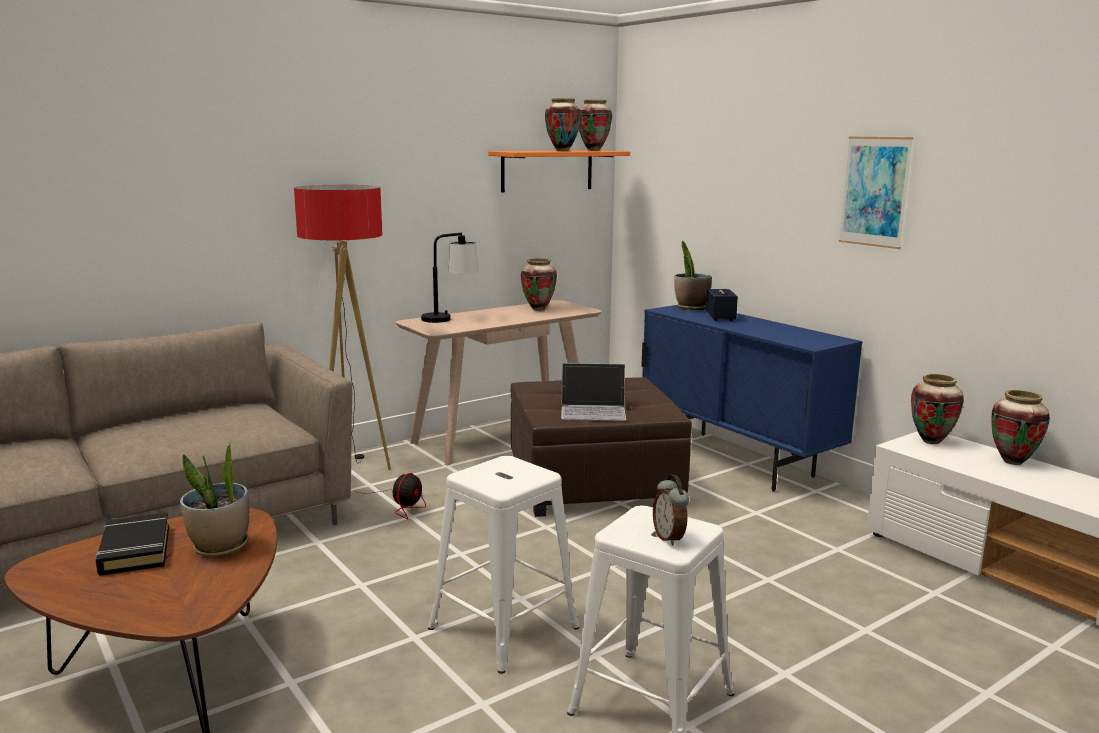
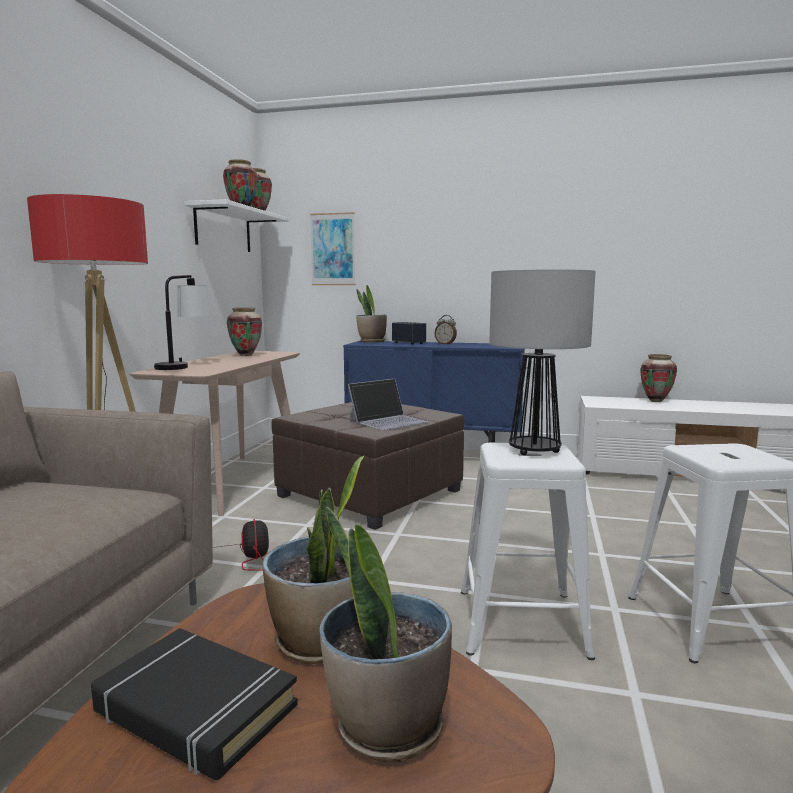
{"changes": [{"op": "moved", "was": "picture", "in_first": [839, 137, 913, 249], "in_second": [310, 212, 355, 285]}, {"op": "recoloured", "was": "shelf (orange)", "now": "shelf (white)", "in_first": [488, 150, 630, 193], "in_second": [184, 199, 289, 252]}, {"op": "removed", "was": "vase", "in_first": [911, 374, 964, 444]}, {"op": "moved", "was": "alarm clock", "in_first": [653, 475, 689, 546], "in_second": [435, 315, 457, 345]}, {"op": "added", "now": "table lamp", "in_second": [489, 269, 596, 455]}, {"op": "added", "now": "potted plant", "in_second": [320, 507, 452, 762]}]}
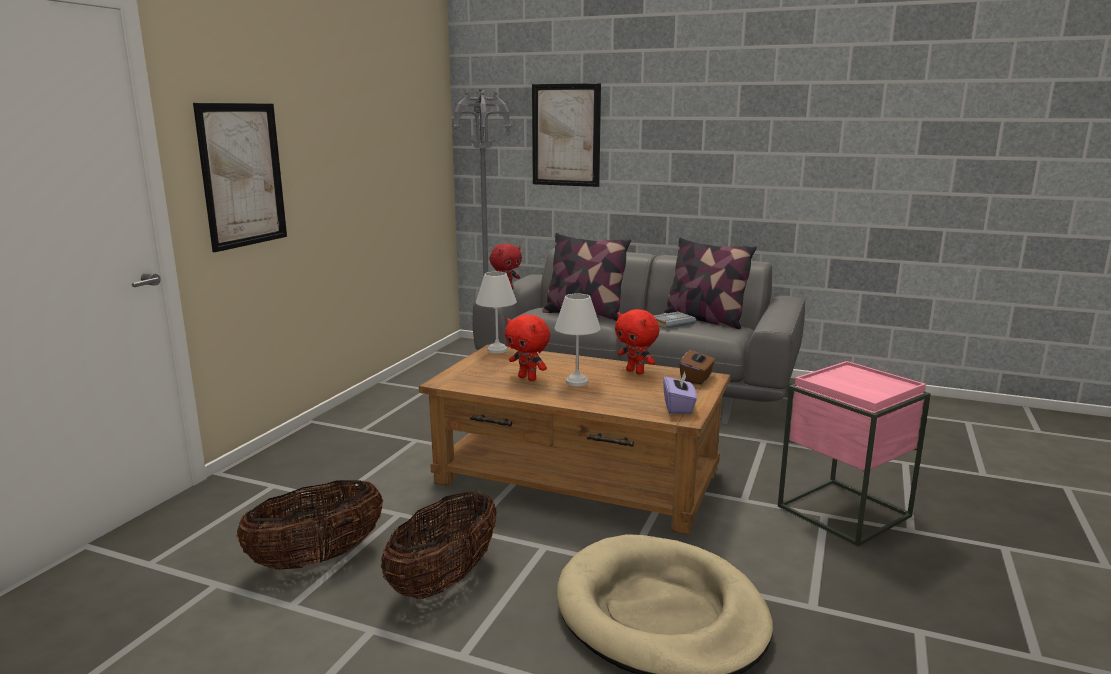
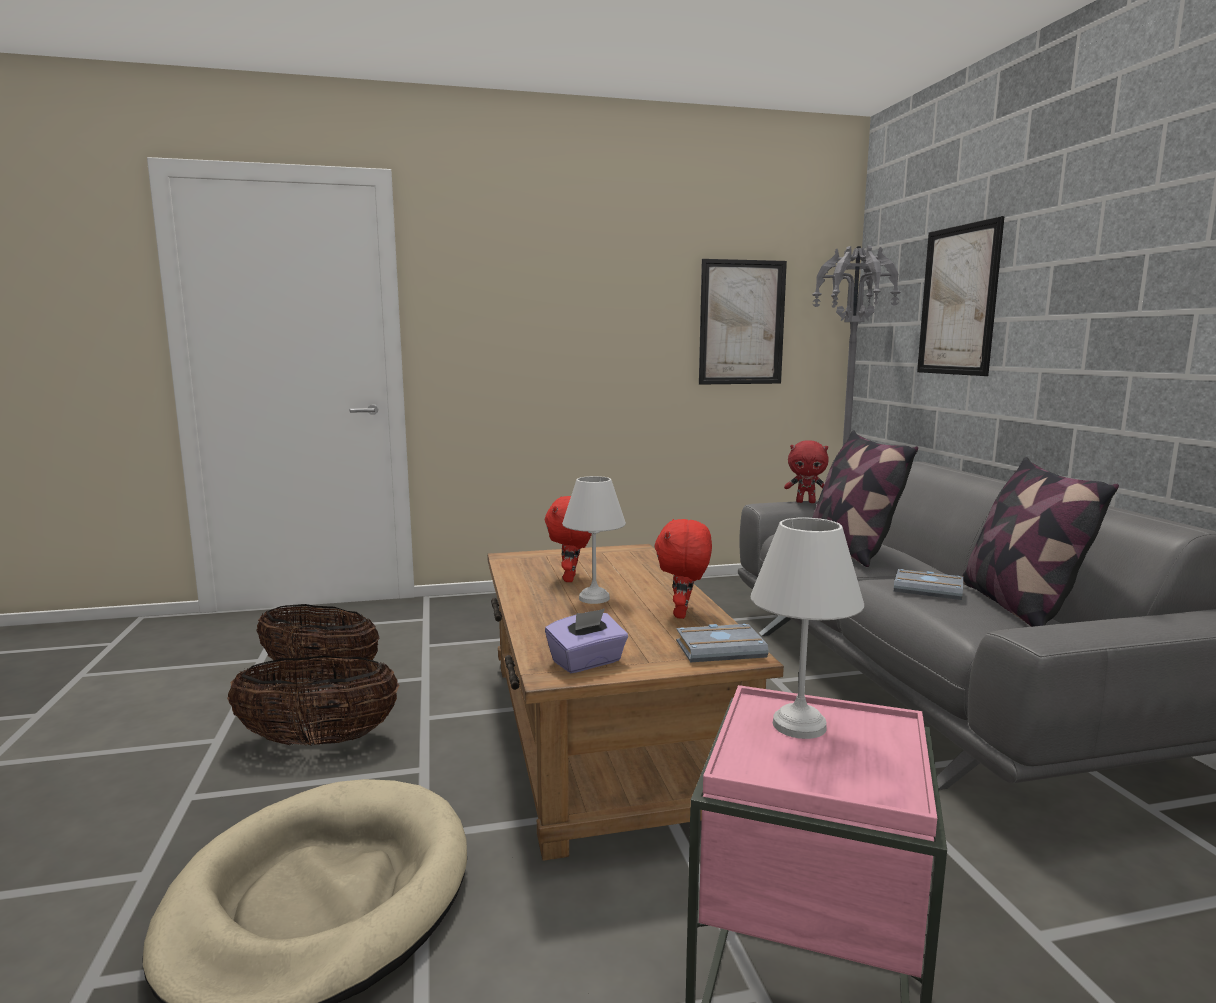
{"changes": [{"op": "moved", "was": "picture", "in_first": [193, 103, 287, 252], "in_second": [699, 259, 787, 385]}, {"op": "moved", "was": "table lamp (white)", "in_first": [476, 272, 517, 353], "in_second": [751, 518, 864, 739]}, {"op": "replaced", "was": "tissue box (brown)", "now": "book (grey)", "in_first": [679, 346, 715, 384], "in_second": [676, 624, 769, 662]}]}
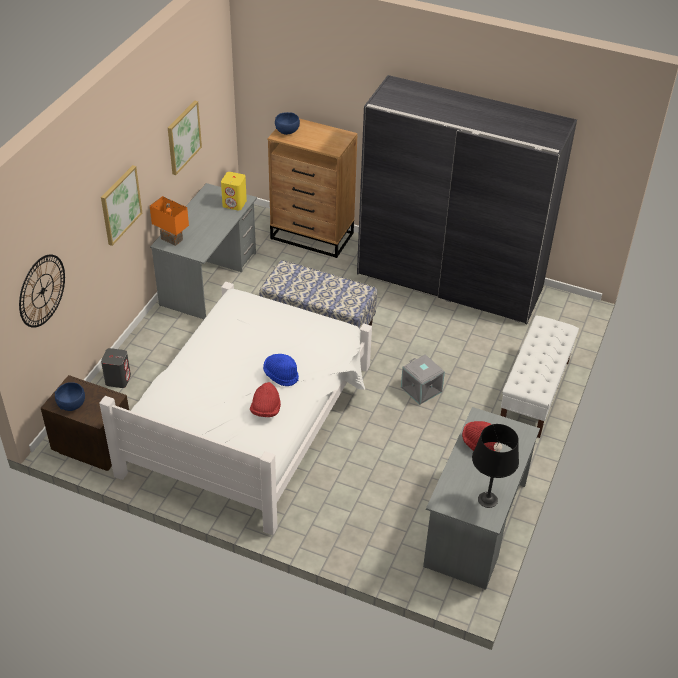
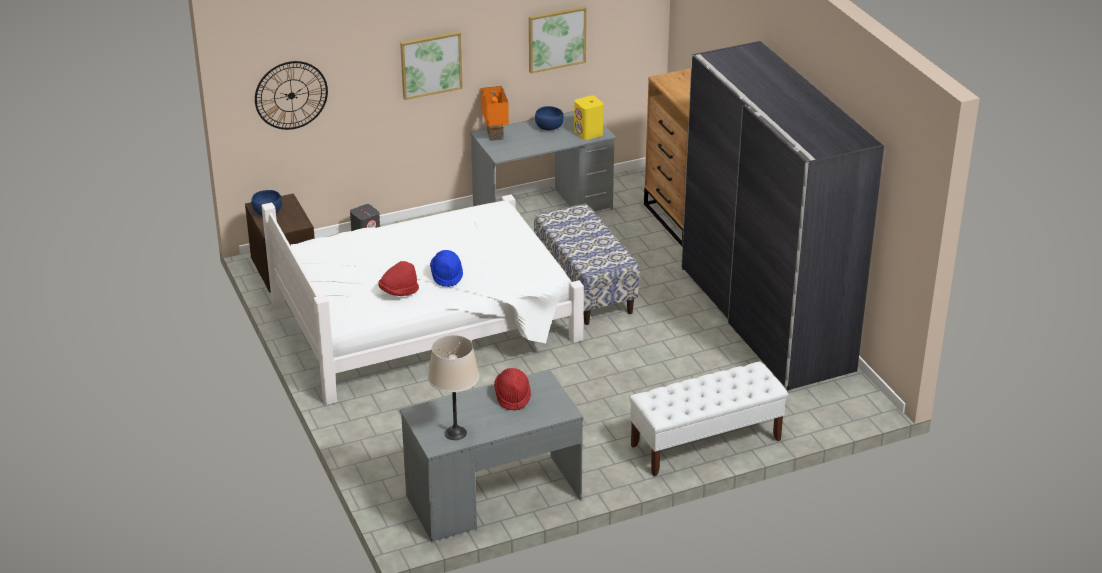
{"changes": [{"op": "moved", "was": "bowl (blue)", "in_first": [275, 112, 300, 135], "in_second": [535, 106, 564, 131]}, {"op": "removed", "was": "storage box (grey)", "in_first": [401, 354, 445, 405]}, {"op": "recoloured", "was": "table lamp (black)", "now": "table lamp (beige)", "in_first": [472, 424, 519, 508], "in_second": [428, 335, 479, 440]}]}
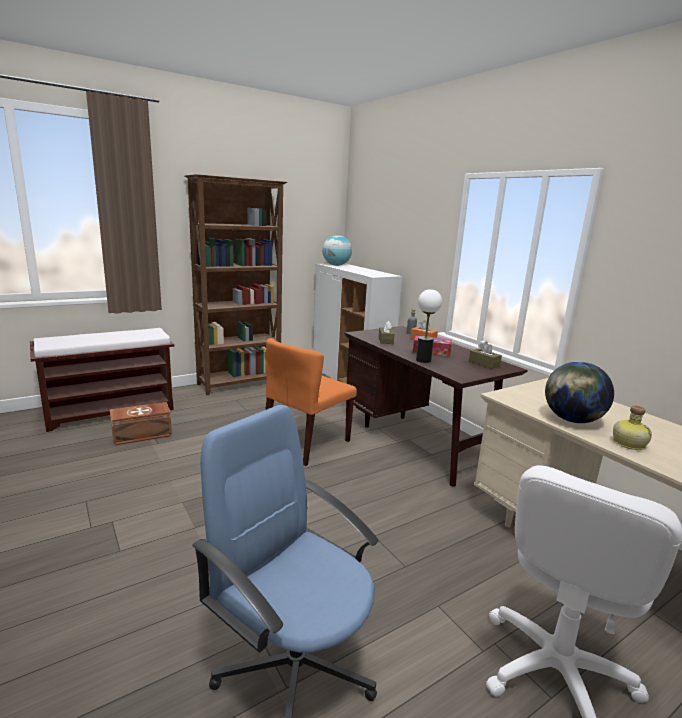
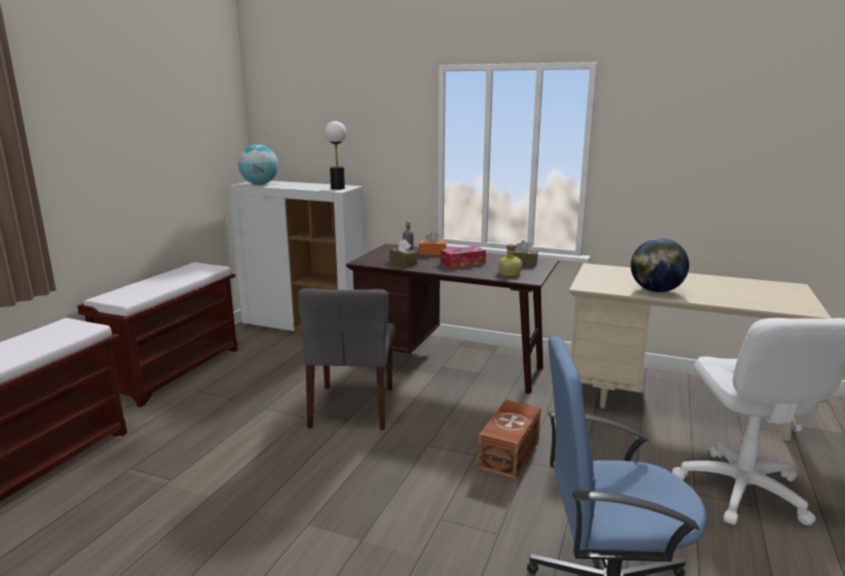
{"changes": [{"op": "replaced", "was": "bookcase (brown)", "now": "bench (brown)", "in_first": [184, 174, 287, 395], "in_second": [78, 262, 238, 407]}, {"op": "moved", "was": "table lamp", "in_first": [416, 289, 442, 363], "in_second": [325, 121, 346, 190]}, {"op": "recoloured", "was": "chair (orange)", "now": "chair (grey)", "in_first": [265, 338, 357, 466], "in_second": [298, 288, 395, 430]}, {"op": "moved", "was": "storage box (brown)", "in_first": [110, 402, 172, 446], "in_second": [478, 400, 541, 480]}, {"op": "moved", "was": "bottle", "in_first": [613, 405, 652, 450], "in_second": [498, 244, 523, 276]}]}
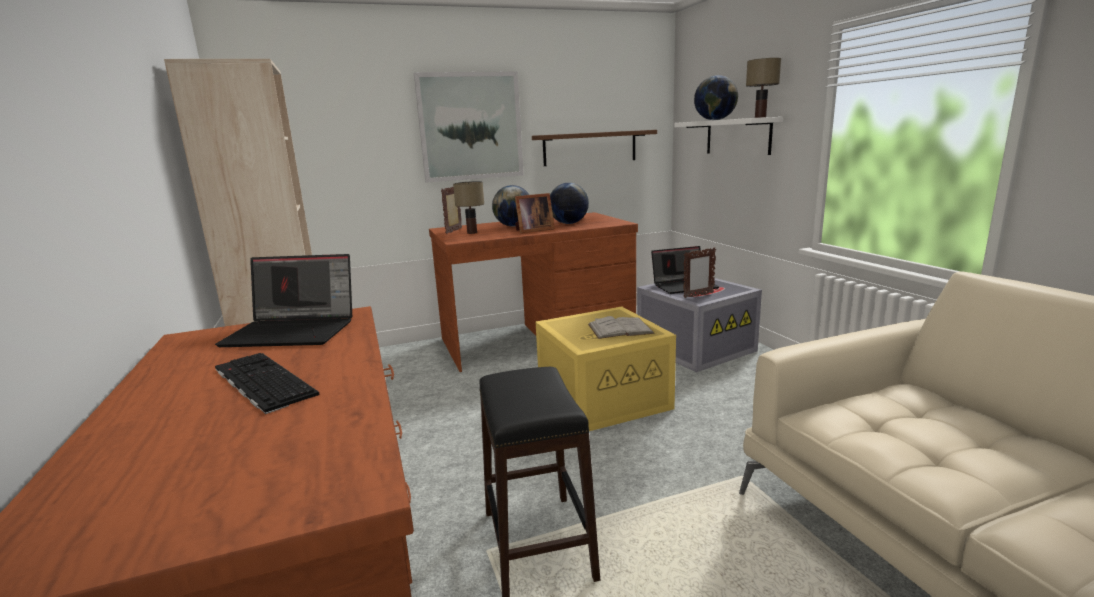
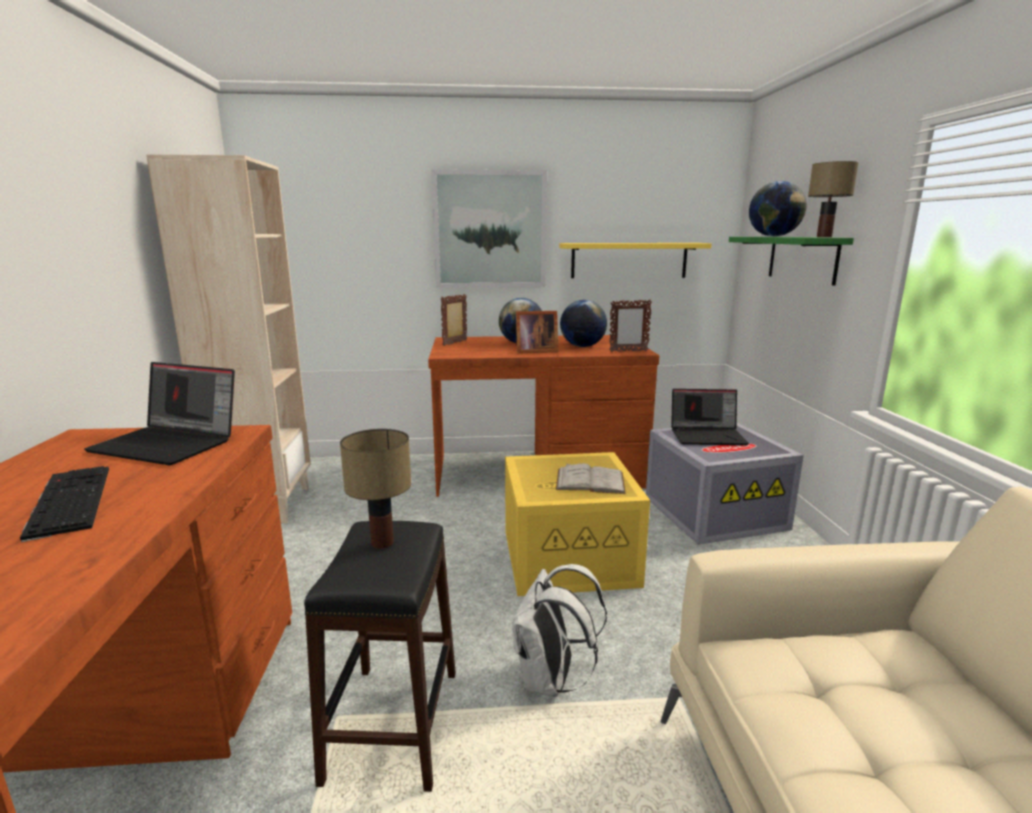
{"changes": [{"op": "recoloured", "was": "shelf (white)", "now": "shelf (green)", "in_first": [674, 117, 783, 155], "in_second": [729, 237, 854, 286]}, {"op": "recoloured", "was": "shelf (brown)", "now": "shelf (yellow)", "in_first": [532, 130, 657, 166], "in_second": [559, 243, 712, 278]}, {"op": "moved", "was": "table lamp", "in_first": [453, 181, 484, 234], "in_second": [340, 429, 411, 549]}, {"op": "moved", "was": "picture frame", "in_first": [683, 247, 716, 298], "in_second": [609, 300, 652, 352]}, {"op": "added", "now": "backpack (white)", "in_second": [512, 564, 607, 697]}]}
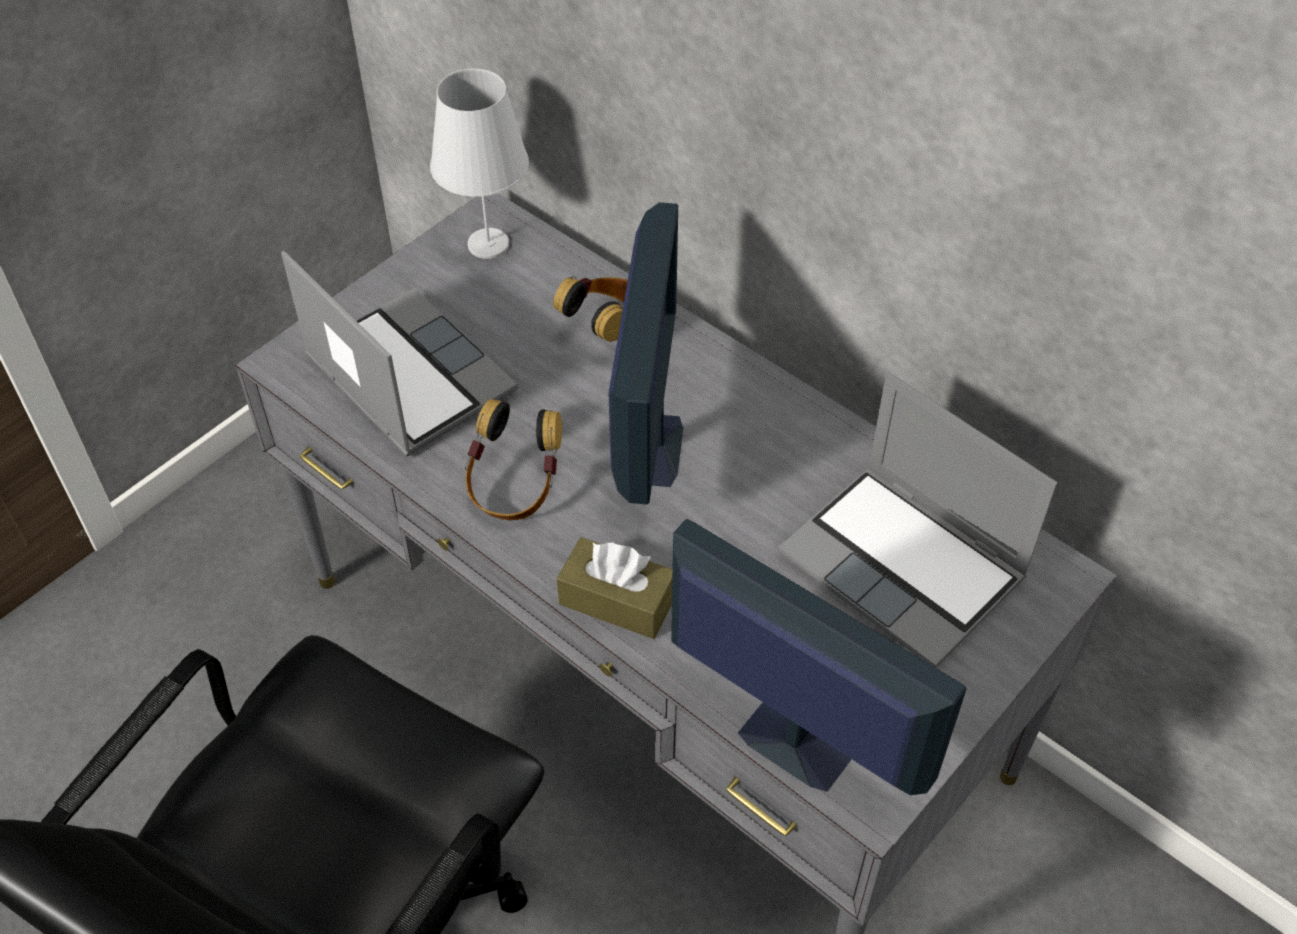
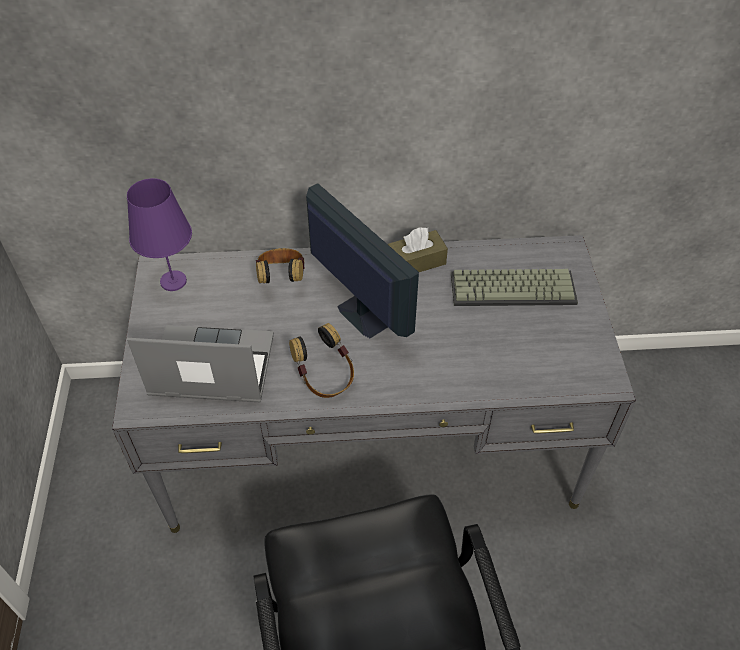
{"changes": [{"op": "recoloured", "was": "table lamp (white)", "now": "table lamp (purple)", "in_first": [430, 69, 529, 259], "in_second": [127, 178, 192, 291]}, {"op": "replaced", "was": "laptop", "now": "keyboard", "in_first": [778, 372, 1057, 668], "in_second": [451, 269, 578, 306]}, {"op": "removed", "was": "monitor", "in_first": [671, 519, 967, 795]}, {"op": "moved", "was": "tissue box (brown)", "in_first": [557, 537, 672, 639], "in_second": [388, 227, 448, 272]}]}
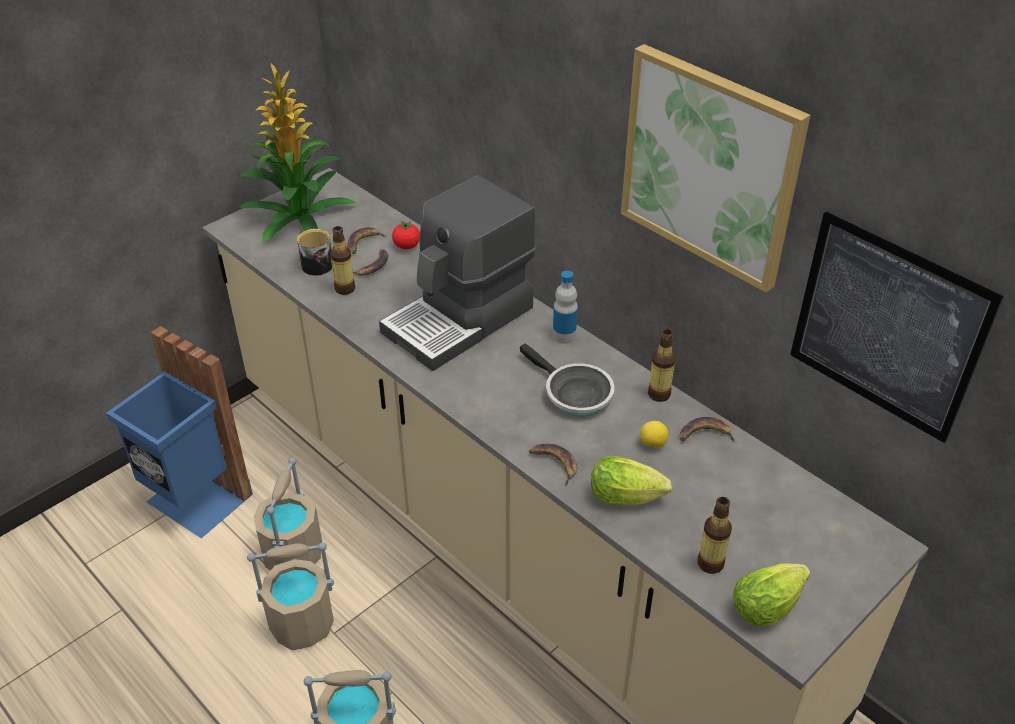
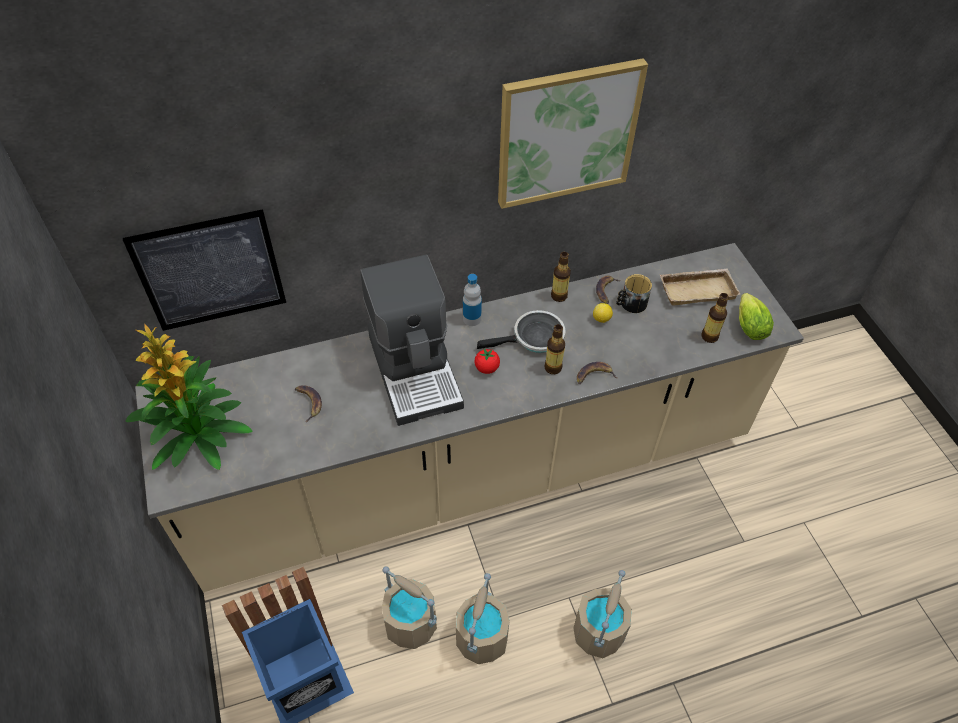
{"changes": [{"op": "moved", "was": "picture", "in_first": [790, 212, 1004, 443], "in_second": [123, 209, 286, 331]}, {"op": "moved", "was": "tomato", "in_first": [392, 220, 420, 249], "in_second": [474, 349, 500, 374]}, {"op": "moved", "was": "bottle", "in_first": [330, 226, 355, 295], "in_second": [544, 324, 565, 374]}, {"op": "removed", "was": "banana", "in_first": [347, 227, 386, 254]}, {"op": "moved", "was": "mug", "in_first": [297, 229, 332, 276], "in_second": [616, 274, 652, 313]}, {"op": "removed", "was": "lettuce", "in_first": [591, 456, 673, 505]}, {"op": "added", "now": "tray (beige)", "in_second": [660, 268, 741, 306]}]}
